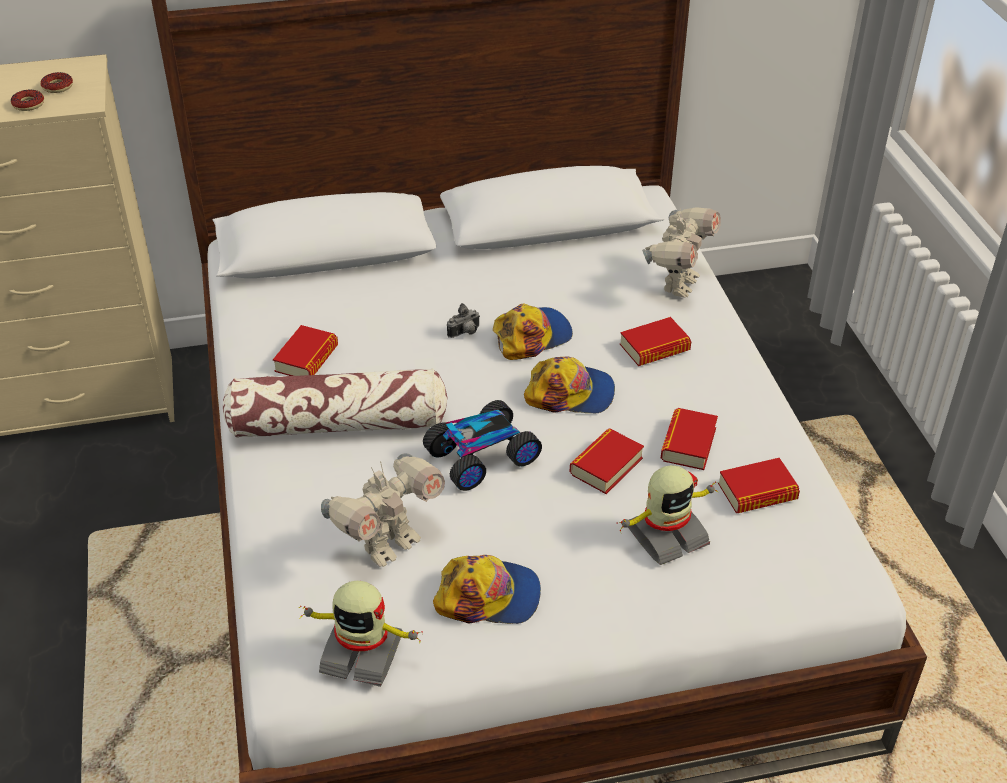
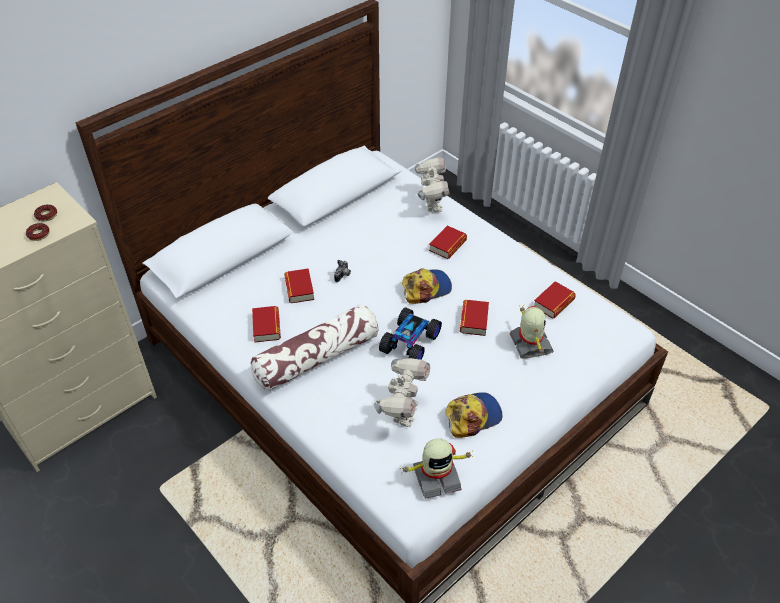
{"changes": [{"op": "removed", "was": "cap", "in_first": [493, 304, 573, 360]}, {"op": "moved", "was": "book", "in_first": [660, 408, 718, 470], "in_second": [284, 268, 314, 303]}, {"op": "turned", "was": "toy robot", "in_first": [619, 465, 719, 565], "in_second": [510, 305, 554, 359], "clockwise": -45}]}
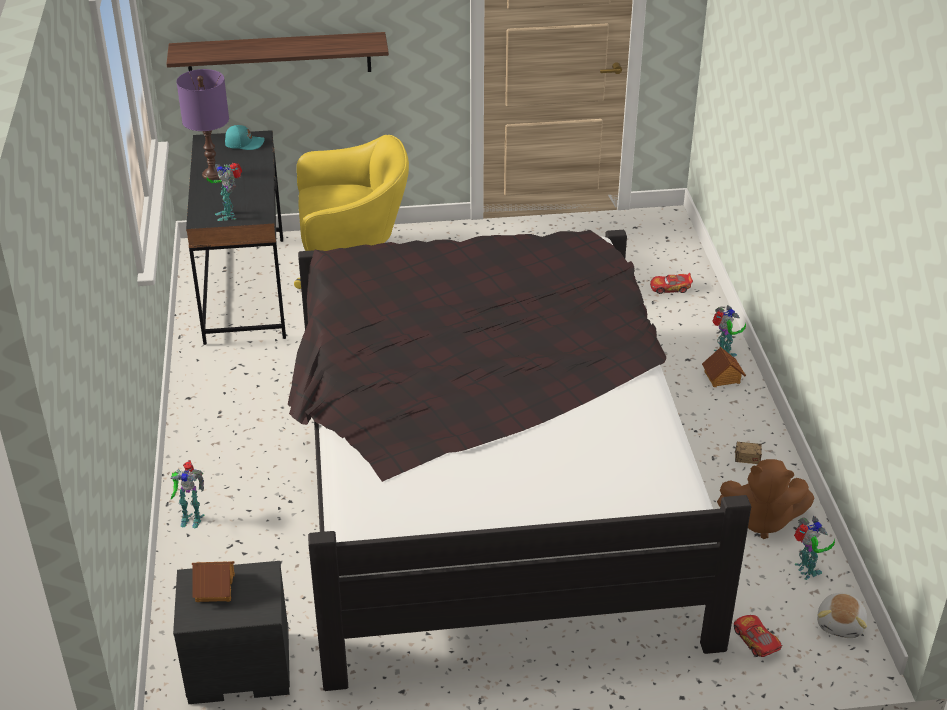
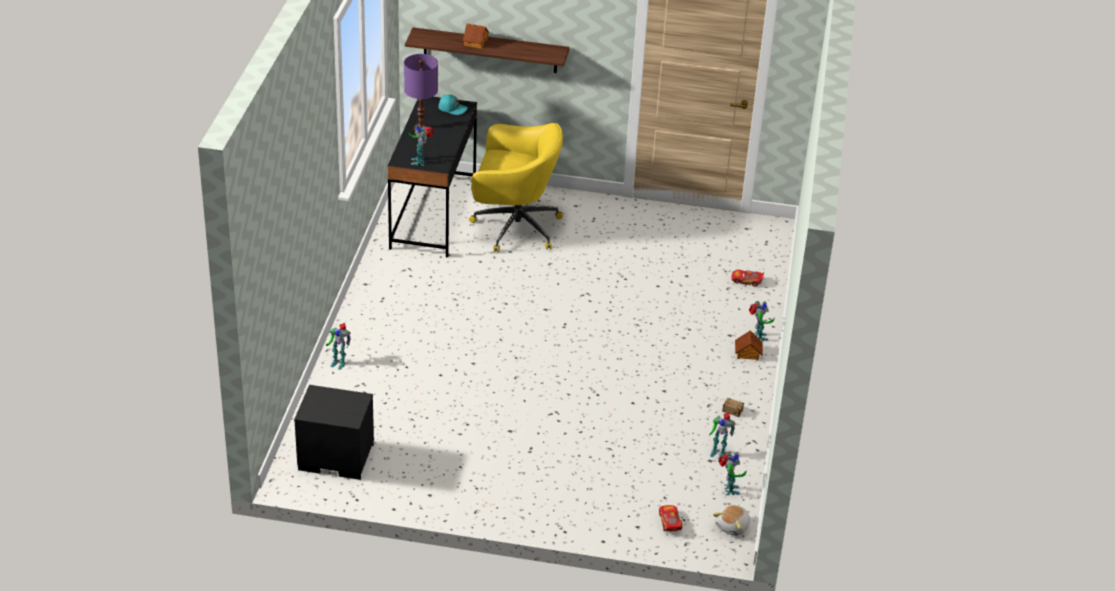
{"changes": [{"op": "removed", "was": "bed (black)", "in_first": [288, 230, 751, 691]}, {"op": "replaced", "was": "plush toy (brown)", "now": "toy robot", "in_first": [717, 459, 815, 539], "in_second": [709, 412, 735, 460]}, {"op": "moved", "was": "toy house", "in_first": [192, 561, 235, 602], "in_second": [463, 23, 489, 49]}]}
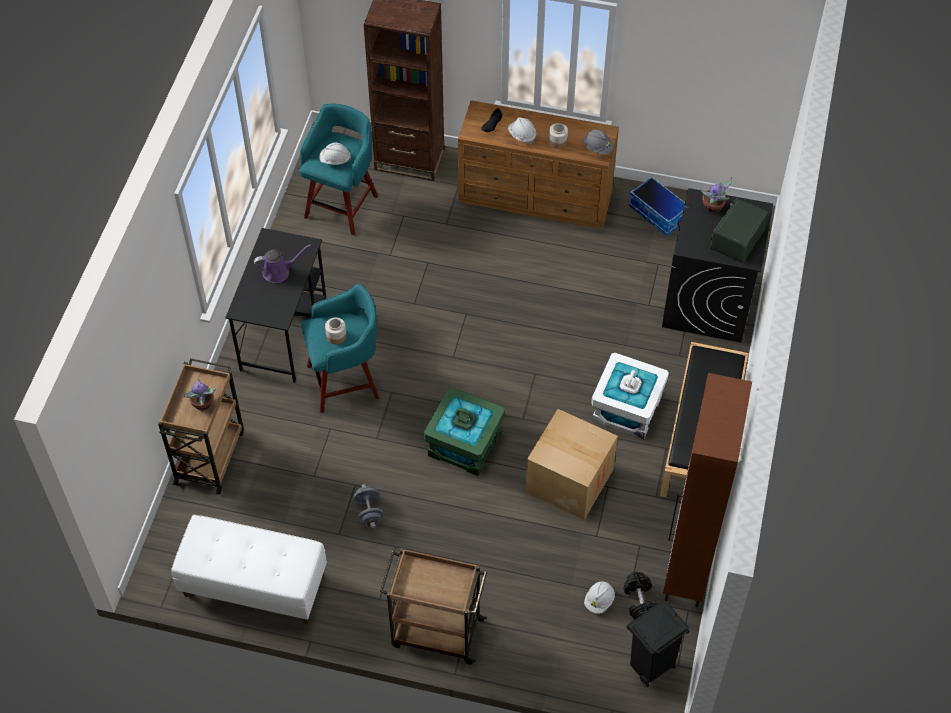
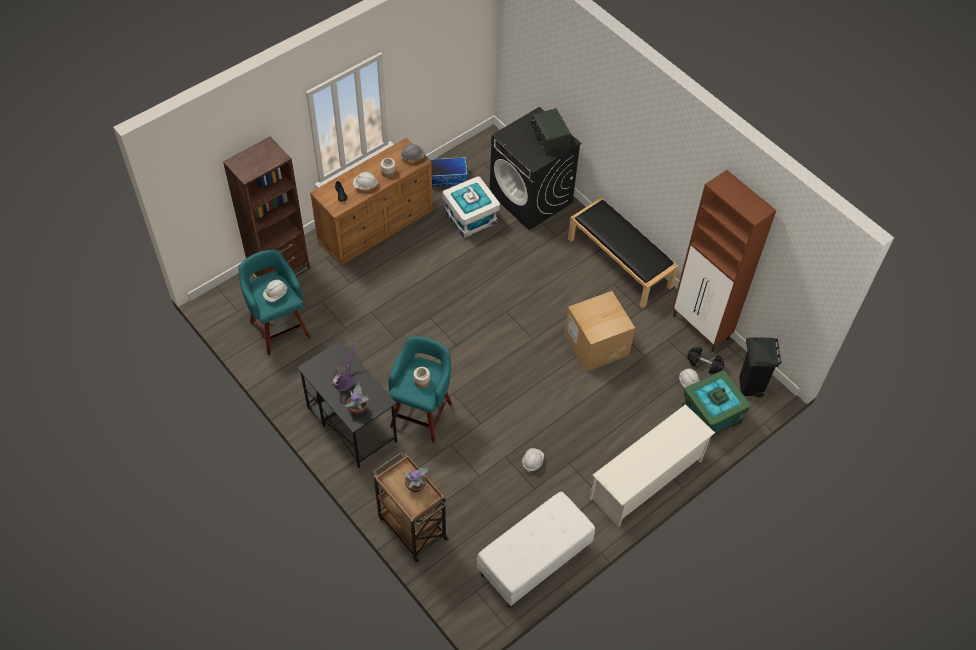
{"changes": [{"op": "moved", "was": "potted plant", "in_first": [700, 177, 732, 213], "in_second": [345, 381, 370, 415]}, {"op": "moved", "was": "storage box (white)", "in_first": [591, 353, 669, 439], "in_second": [443, 176, 500, 238]}, {"op": "moved", "was": "storage box (green)", "in_first": [424, 387, 505, 476], "in_second": [682, 370, 750, 438]}, {"op": "replaced", "was": "dumbbell (grey)", "now": "hard hat (white)", "in_first": [353, 484, 384, 528], "in_second": [522, 448, 544, 473]}, {"op": "replaced", "was": "cart (brown)", "now": "shoe rack (white)", "in_first": [380, 548, 487, 665], "in_second": [590, 404, 715, 527]}]}
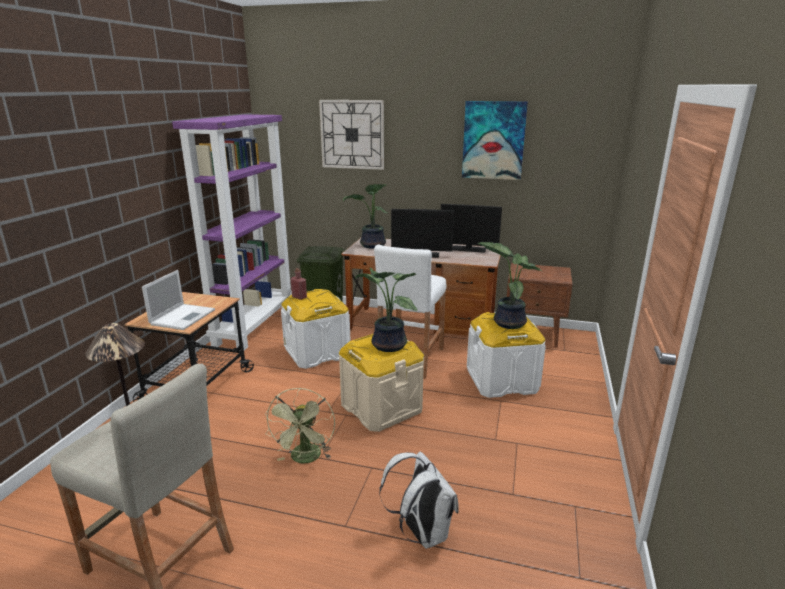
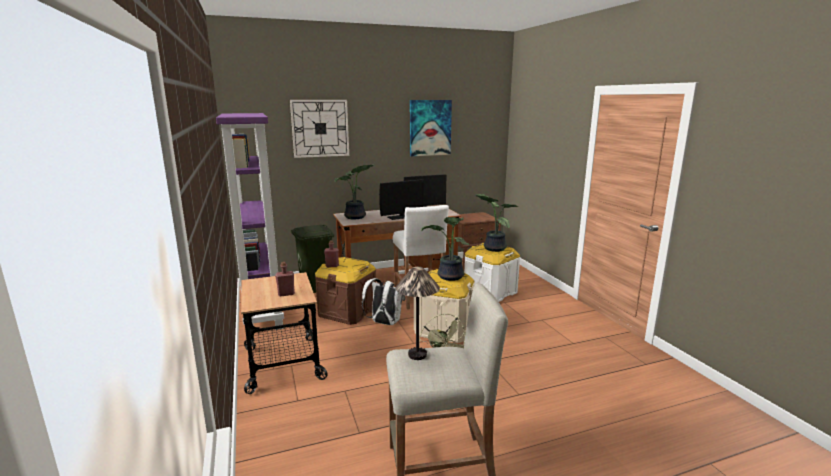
{"changes": [{"op": "replaced", "was": "laptop", "now": "bottle (red)", "in_first": [142, 270, 215, 330], "in_second": [275, 262, 295, 296]}, {"op": "recoloured", "was": "storage box (white)", "now": "storage box (brown)", "in_first": [281, 289, 351, 369], "in_second": [315, 257, 376, 325]}, {"op": "moved", "was": "backpack (white)", "in_first": [379, 451, 459, 549], "in_second": [362, 278, 405, 325]}]}
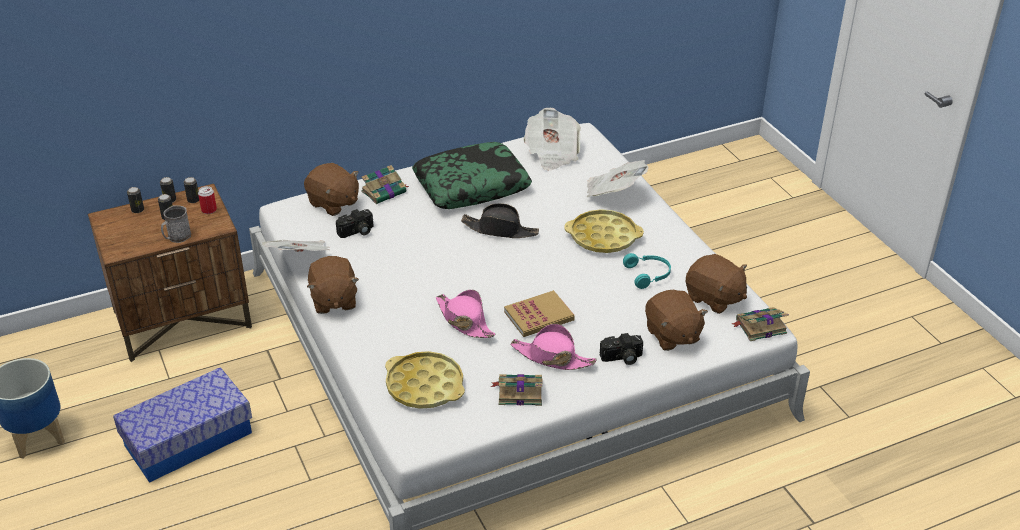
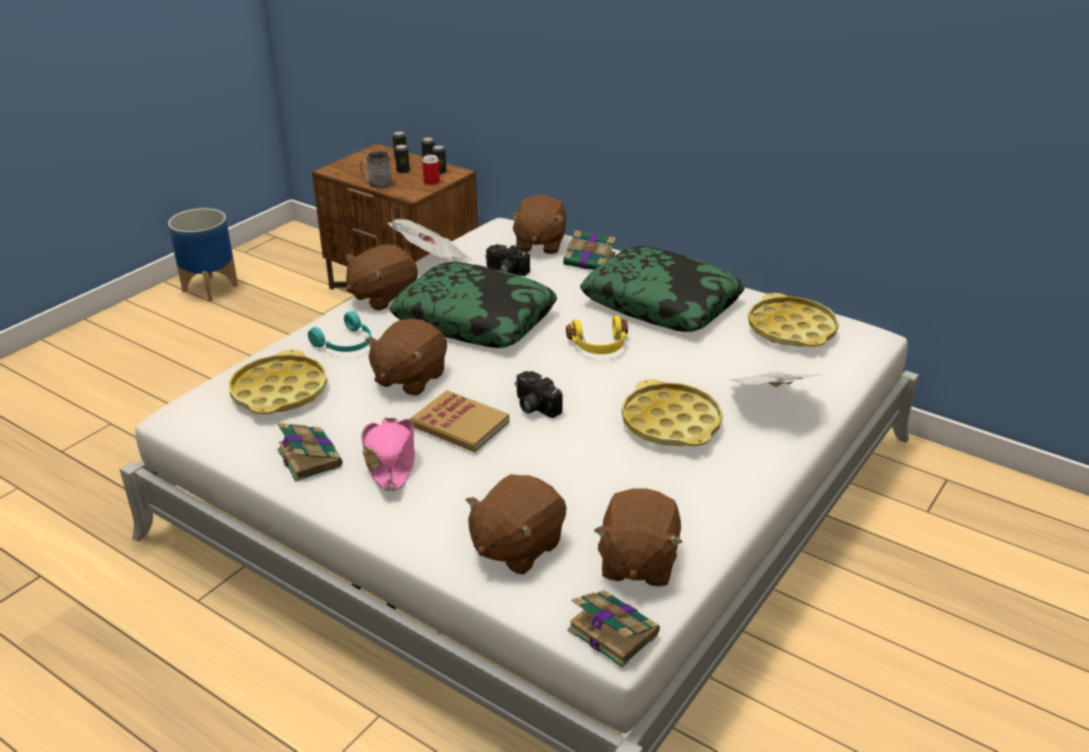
{"changes": [{"op": "replaced", "was": "newspaper", "now": "tray (yellow)", "in_first": [523, 108, 581, 171], "in_second": [748, 293, 839, 347]}, {"op": "replaced", "was": "hat (black)", "now": "headphones (yellow)", "in_first": [461, 203, 539, 238], "in_second": [566, 315, 628, 354]}, {"op": "moved", "was": "headphones (turquoise)", "in_first": [623, 253, 671, 289], "in_second": [308, 312, 371, 352]}, {"op": "replaced", "was": "hat (pink)", "now": "plush toy (brown)", "in_first": [436, 290, 496, 338], "in_second": [365, 319, 447, 396]}, {"op": "moved", "was": "photo camera", "in_first": [600, 333, 643, 365], "in_second": [515, 371, 563, 418]}, {"op": "removed", "was": "storage box", "in_first": [113, 367, 252, 483]}, {"op": "added", "now": "pillow", "in_second": [389, 262, 557, 348]}]}
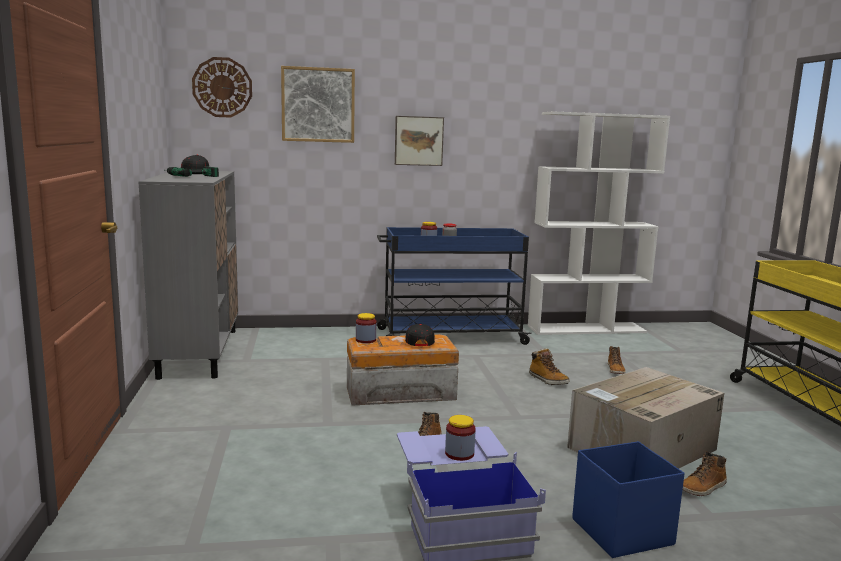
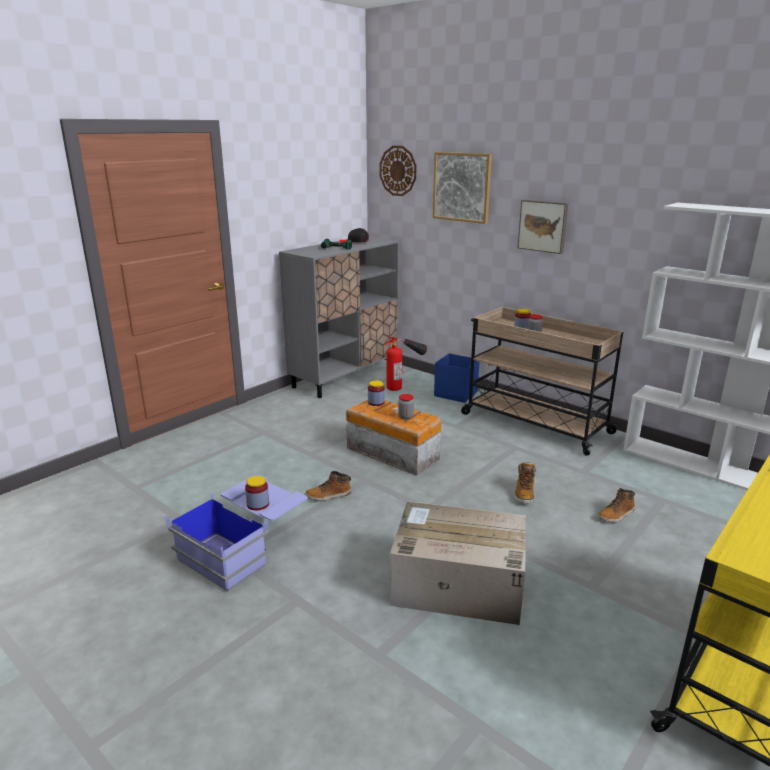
{"changes": [{"op": "recoloured", "was": "cart (blue)", "now": "cart (beige)", "in_first": [377, 227, 532, 345], "in_second": [461, 307, 623, 456]}, {"op": "replaced", "was": "cap (black)", "now": "jar", "in_first": [405, 324, 435, 346], "in_second": [398, 394, 414, 419]}, {"op": "moved", "was": "storage box (blue)", "in_first": [572, 441, 684, 558], "in_second": [434, 353, 479, 403]}, {"op": "removed", "was": "boot", "in_first": [683, 451, 727, 496]}, {"op": "added", "now": "fire extinguisher", "in_second": [384, 335, 427, 391]}]}
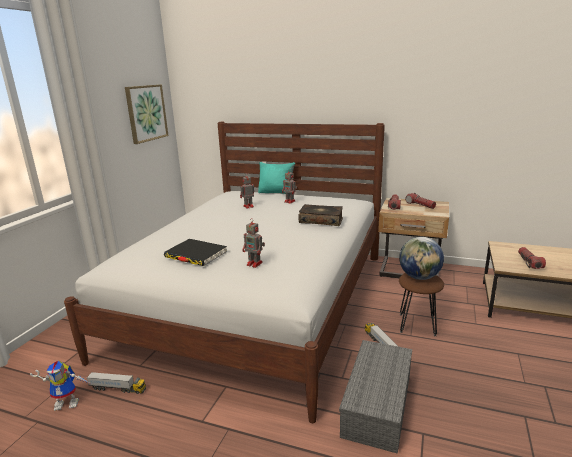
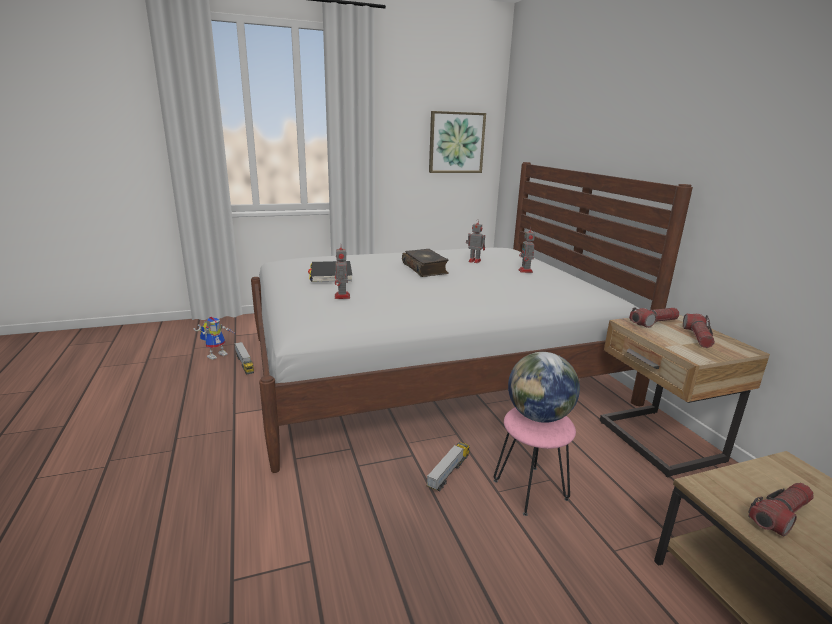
{"changes": [{"op": "removed", "was": "pillow (turquoise)", "in_first": [258, 162, 295, 194]}, {"op": "moved", "was": "book", "in_first": [298, 204, 343, 226], "in_second": [402, 249, 449, 277]}, {"op": "recoloured", "was": "stool (brown)", "now": "stool (pink)", "in_first": [399, 273, 444, 336], "in_second": [494, 408, 576, 516]}, {"op": "removed", "was": "storage box (grey)", "in_first": [339, 340, 412, 454]}, {"op": "turned", "was": "toy robot", "in_first": [30, 360, 91, 411], "in_second": [193, 317, 236, 360], "clockwise": -90}]}
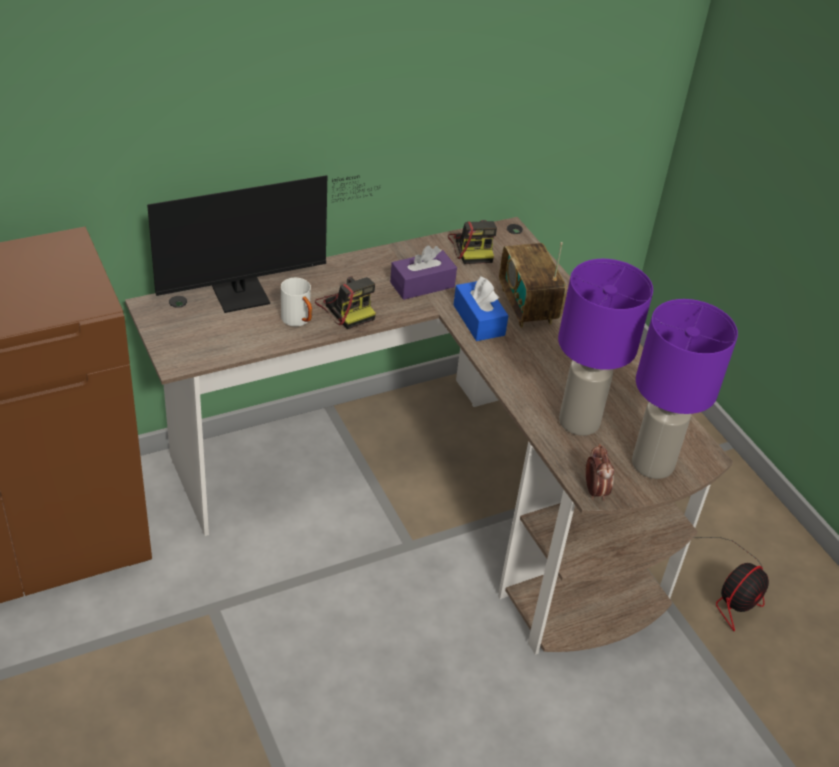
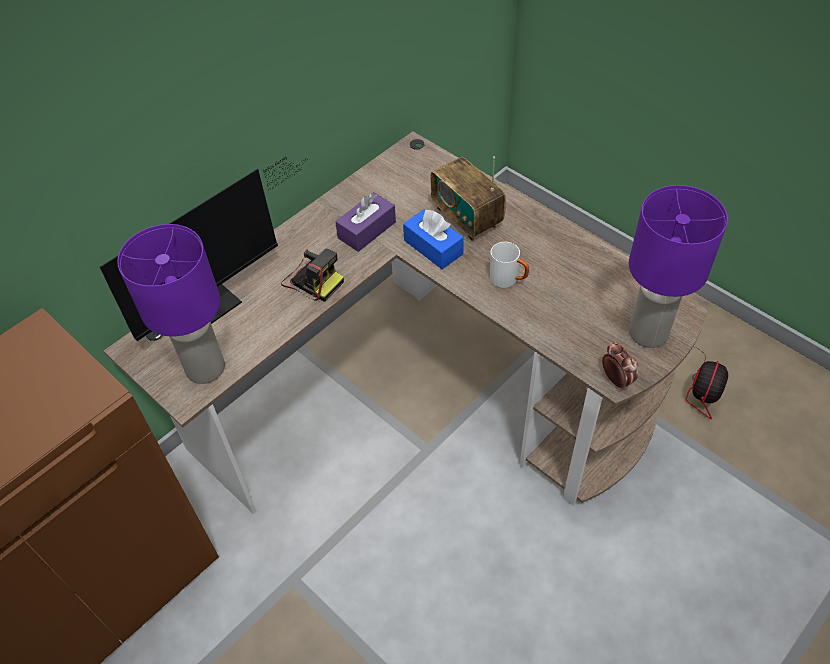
{"changes": [{"op": "removed", "was": "photo camera", "in_first": [448, 220, 497, 264]}, {"op": "moved", "was": "table lamp (purple)", "in_first": [558, 259, 653, 436], "in_second": [117, 224, 225, 384]}, {"op": "moved", "was": "mug (white)", "in_first": [281, 278, 312, 327], "in_second": [490, 242, 529, 288]}]}
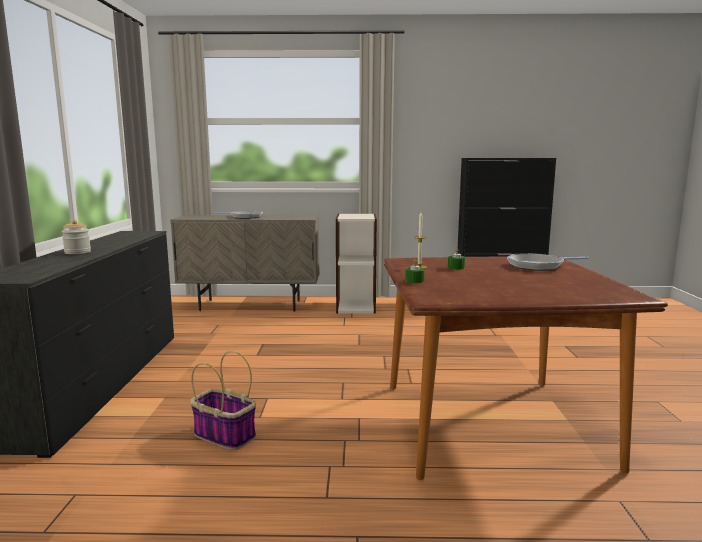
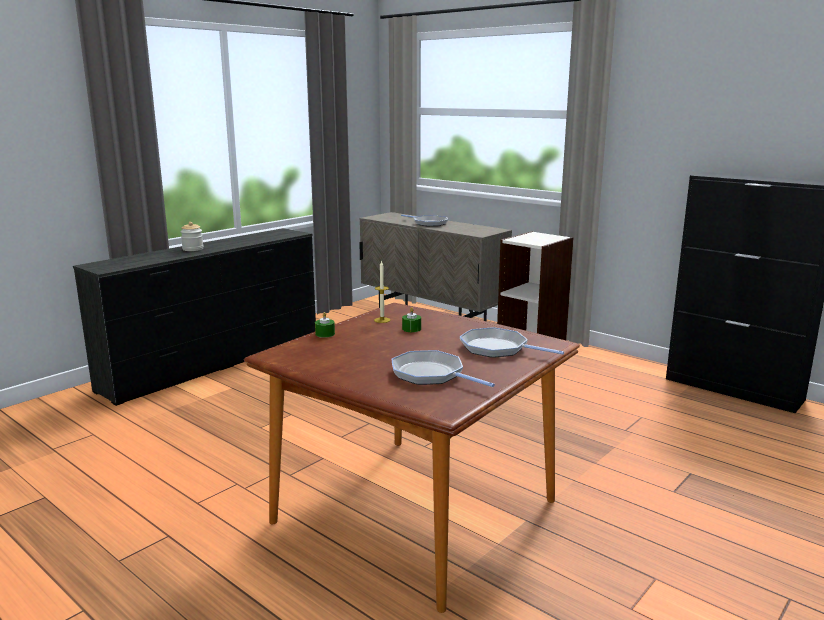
{"changes": [{"op": "removed", "was": "basket", "in_first": [190, 351, 256, 450]}, {"op": "added", "now": "frying pan", "in_second": [392, 350, 495, 387]}]}
